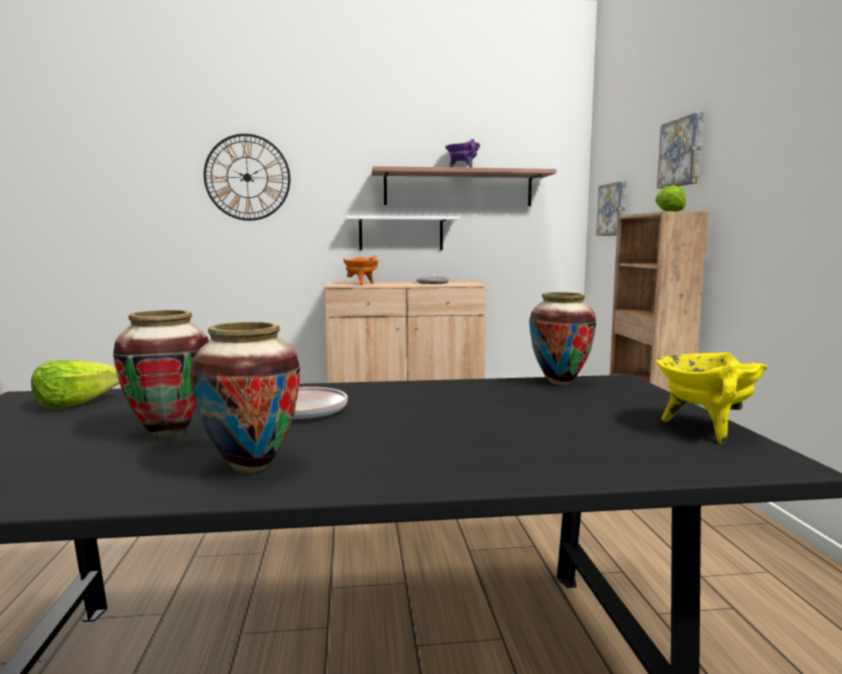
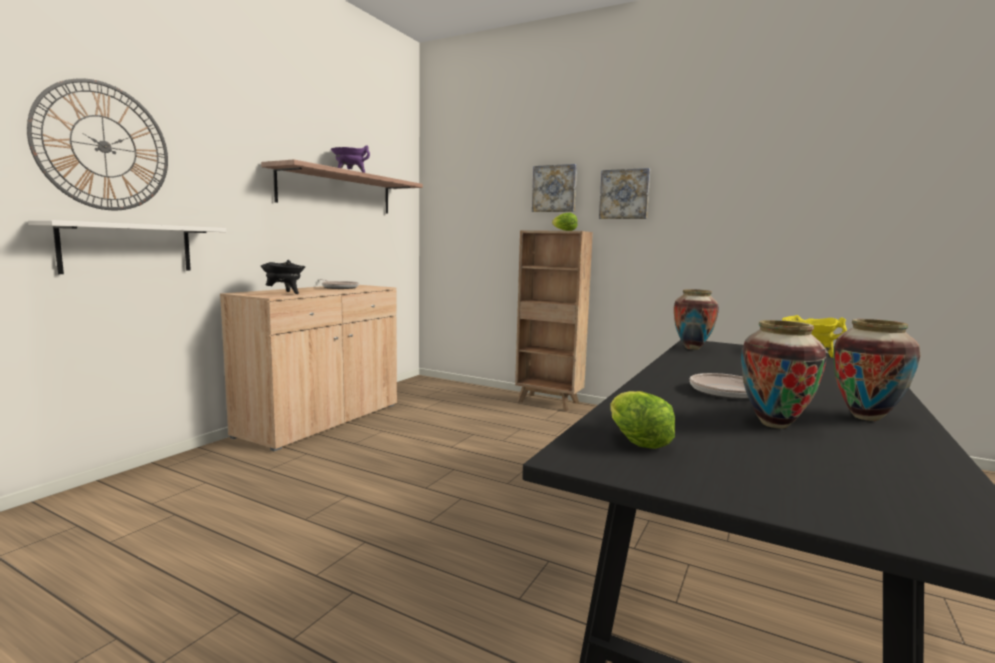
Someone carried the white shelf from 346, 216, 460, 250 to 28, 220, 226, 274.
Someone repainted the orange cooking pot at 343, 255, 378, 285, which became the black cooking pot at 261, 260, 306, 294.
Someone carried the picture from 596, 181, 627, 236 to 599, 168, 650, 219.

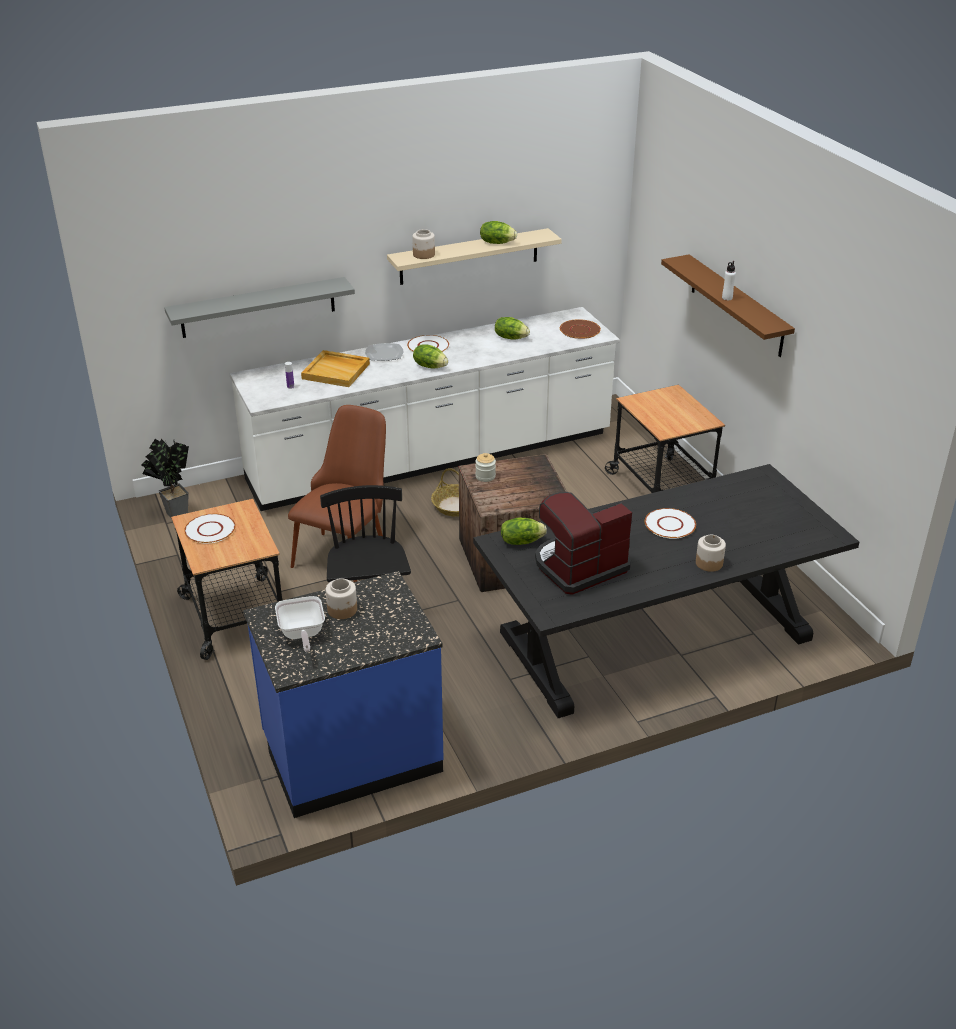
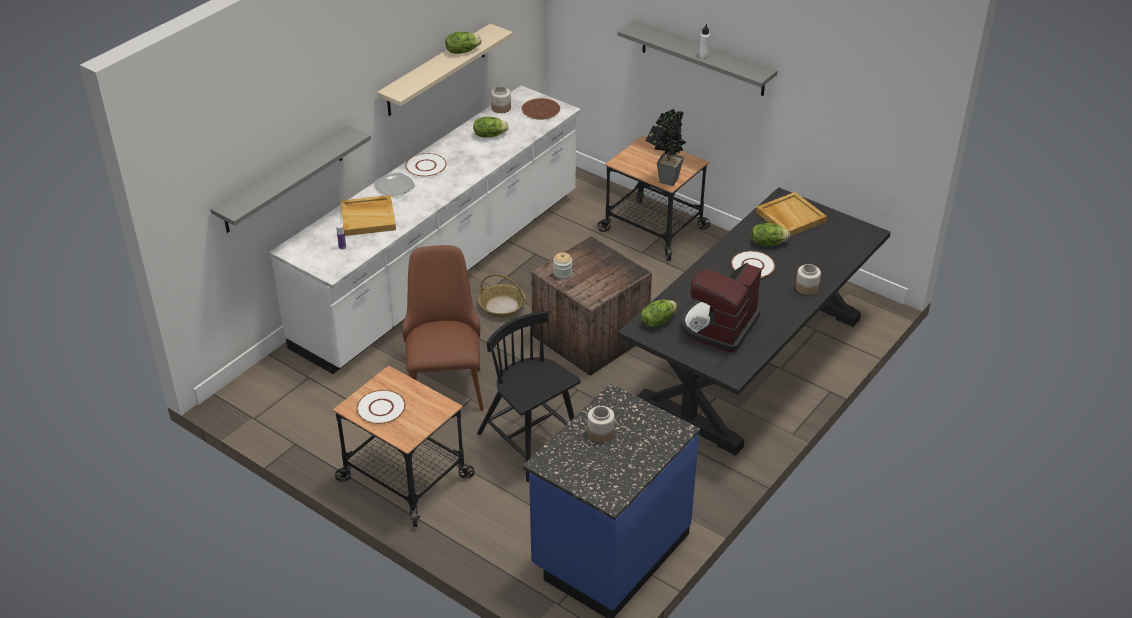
Someone carried the jar from 412, 229, 435, 259 to 491, 86, 511, 113.
Someone repainted the brown shelf at 661, 254, 795, 357, which became the grey shelf at 617, 20, 778, 96.
Someone carried the potted plant from 141, 439, 189, 519 to 645, 109, 686, 186.
Someone carried the lettuce from 413, 345, 448, 368 to 751, 223, 790, 245.
Someone put down the beige tray at 756, 192, 827, 236.
Someone took away the frying pan at 275, 596, 325, 652.

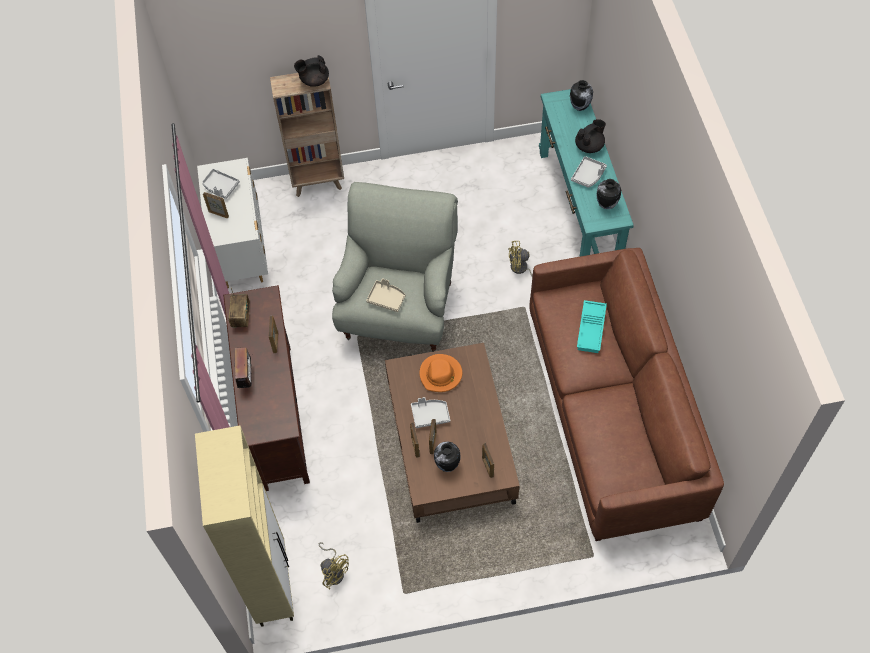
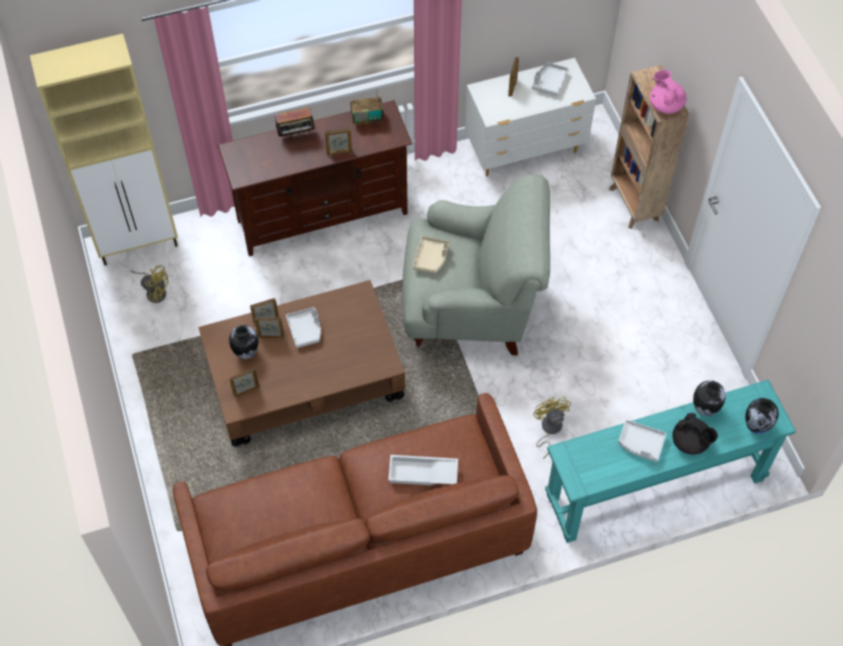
Someone rotated the yellow fan at 319, 542, 349, 589 by 105 degrees counterclockwise.
Someone repainted the turquoise tray at 577, 300, 607, 353, which became the white tray at 388, 455, 458, 485.
Someone repainted the black teapot at 294, 55, 329, 87, which became the pink teapot at 650, 70, 686, 114.
Someone carried the vase from 596, 179, 621, 209 to 693, 380, 726, 416.
Someone took away the orange hat at 419, 354, 462, 392.

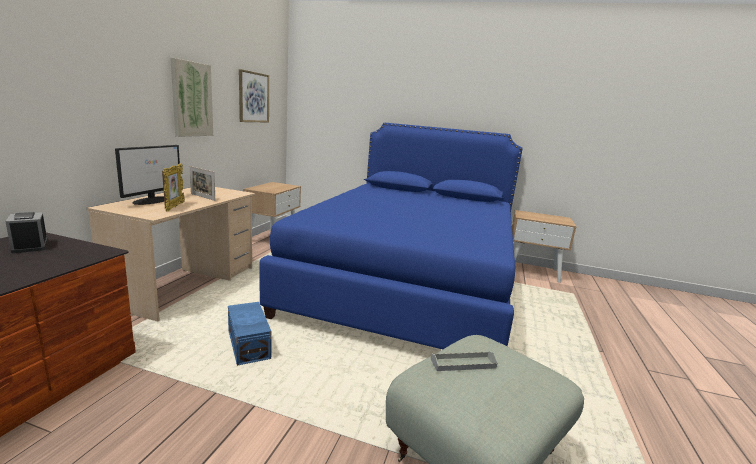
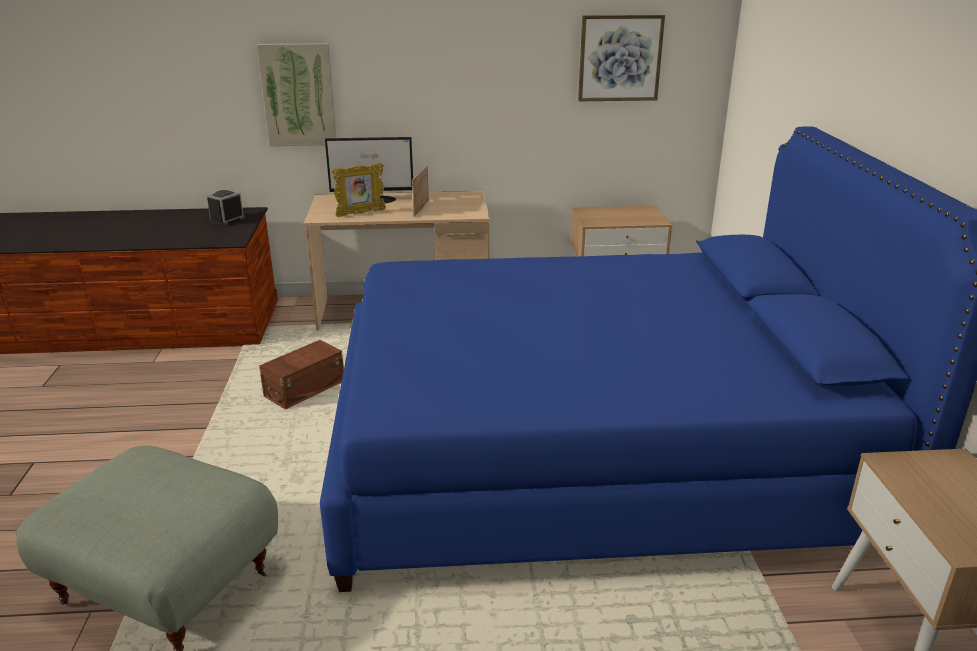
Someone carried the picture from 170, 58, 213, 137 to 257, 43, 337, 146.
Someone repainted the blue storage box at 228, 302, 272, 366, which became the brown storage box at 259, 340, 344, 410.
Someone took away the grey tray at 431, 351, 498, 371.

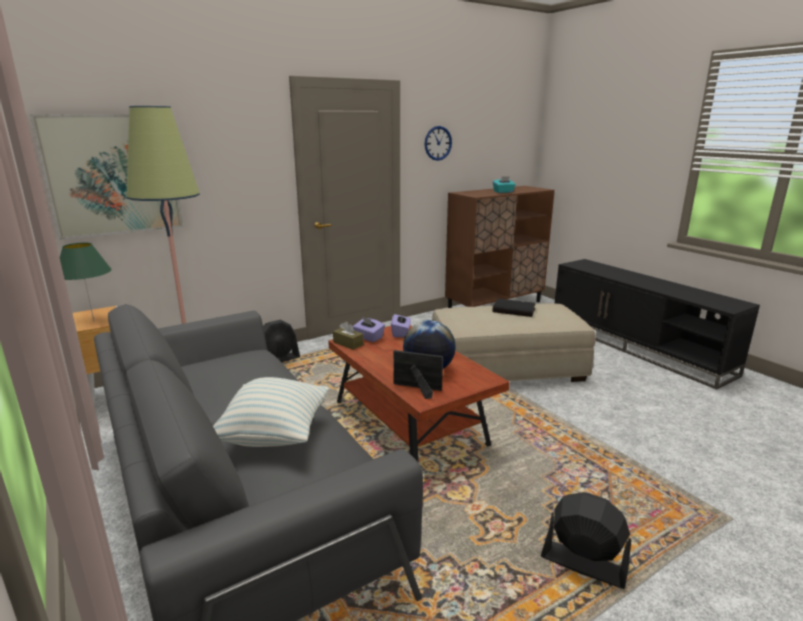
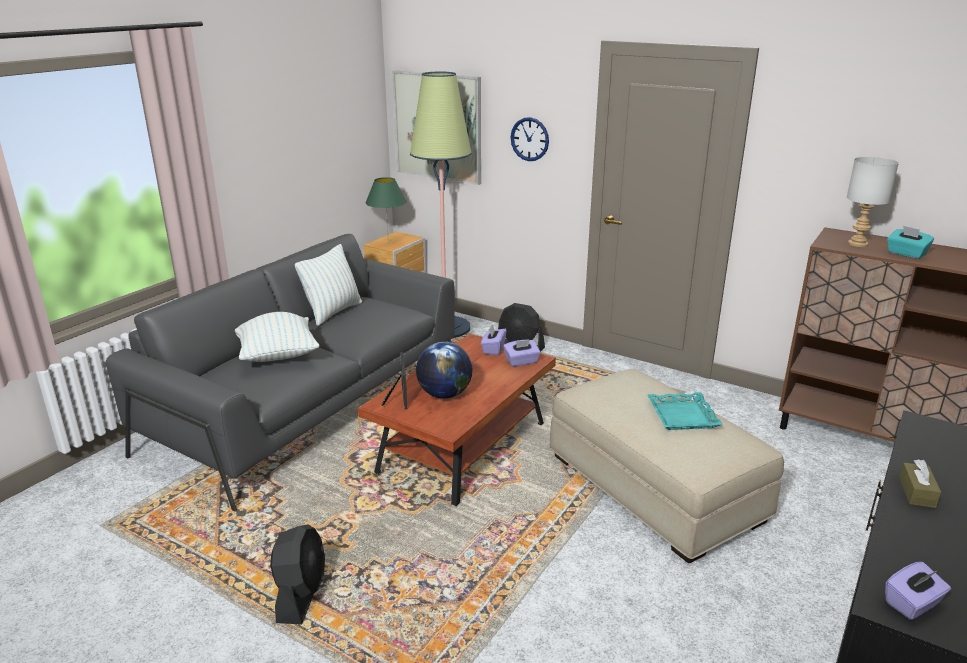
Someone put down the pillow at 295, 244, 362, 326.
Someone carried the wall clock from 425, 126, 452, 161 to 511, 117, 549, 161.
Someone swapped the black book at 492, 299, 536, 317 for the turquoise tray at 647, 392, 723, 430.
Someone put down the grey table lamp at 847, 157, 899, 247.
Someone put down the purple tissue box at 885, 562, 951, 620.
Someone carried the brown tissue box from 333, 321, 364, 350 to 899, 459, 941, 508.

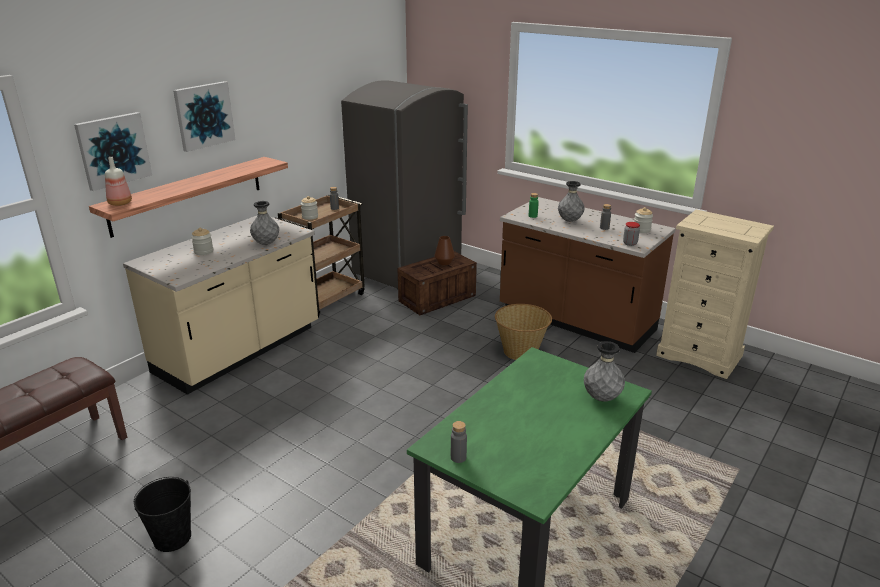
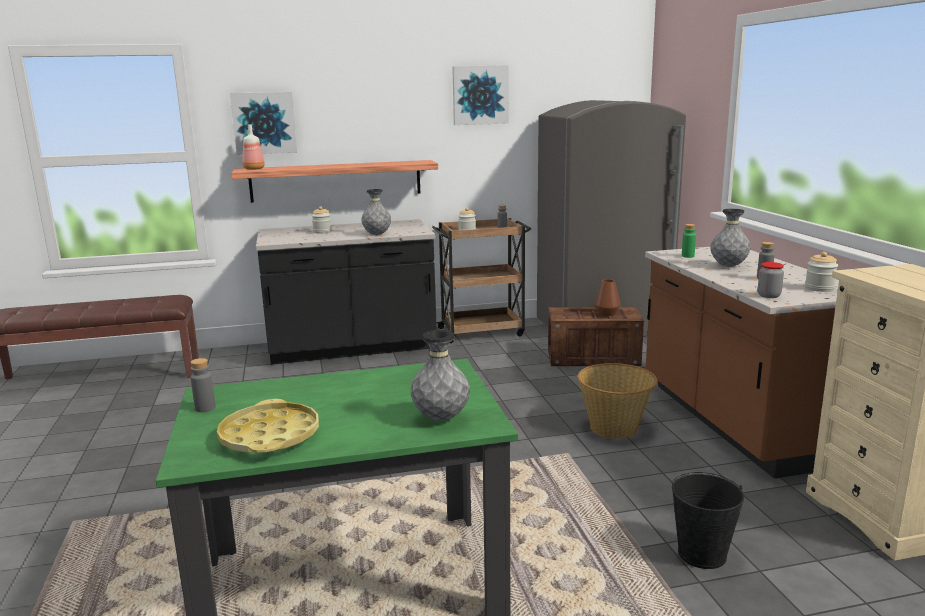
Someone put down the yellow tray at 217, 399, 319, 453.
Someone repainted the beige counter at 123, 216, 318, 395, which became the black counter at 256, 219, 437, 365.
Someone carried the picture from 173, 81, 235, 152 to 452, 65, 509, 125.
Someone carried the black bucket from 134, 477, 191, 552 to 672, 472, 744, 569.

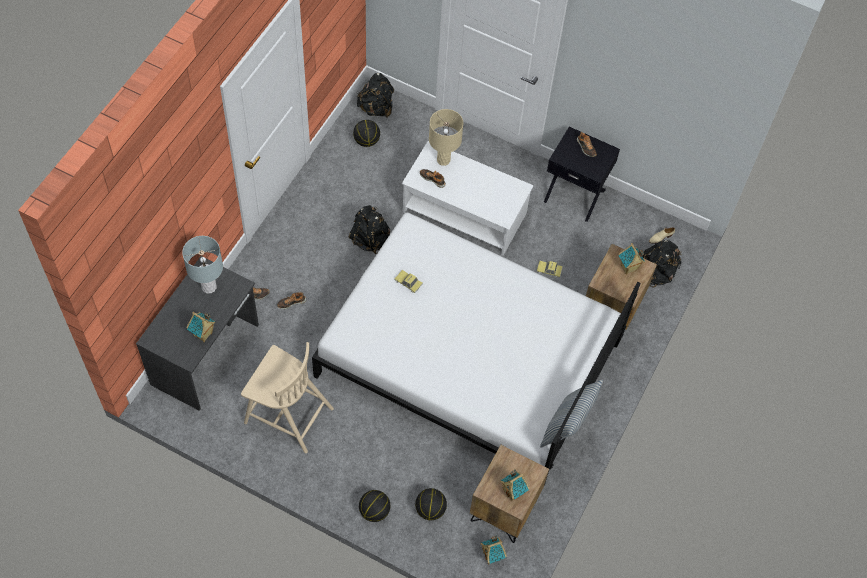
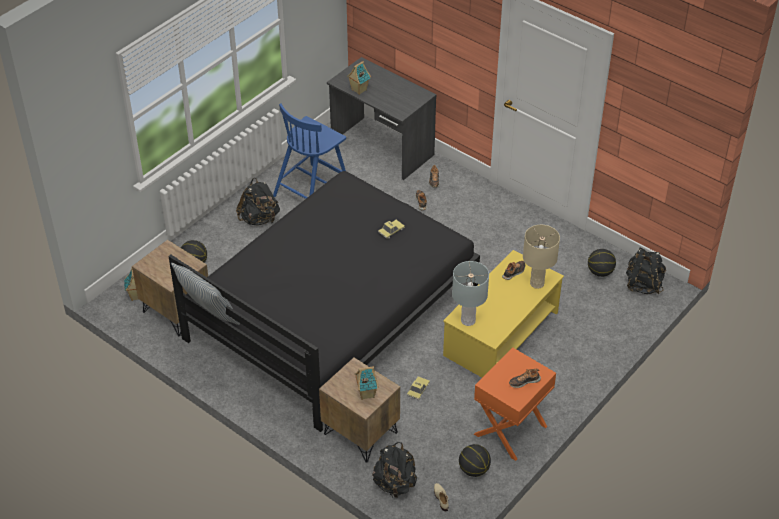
Someone repainted the white bed at 312, 212, 641, 483, which became the black bed at 168, 171, 480, 432.
Someone carried the black backpack from 349, 205, 390, 254 to 236, 178, 280, 225.
Someone repainted the beige chair at 241, 342, 334, 453, which became the blue chair at 273, 104, 346, 199.
Someone repainted the white coffee table at 402, 141, 534, 256, which became the yellow coffee table at 443, 250, 564, 378.
Someone carried the grey table lamp from 182, 236, 223, 294 to 452, 261, 489, 326.
Someone carried the basketball from 359, 490, 390, 522 to 459, 444, 491, 477.
Someone repainted the black nightstand at 544, 127, 620, 222, which became the orange nightstand at 474, 348, 556, 461.
Someone took away the toy house at 500, 469, 530, 501.

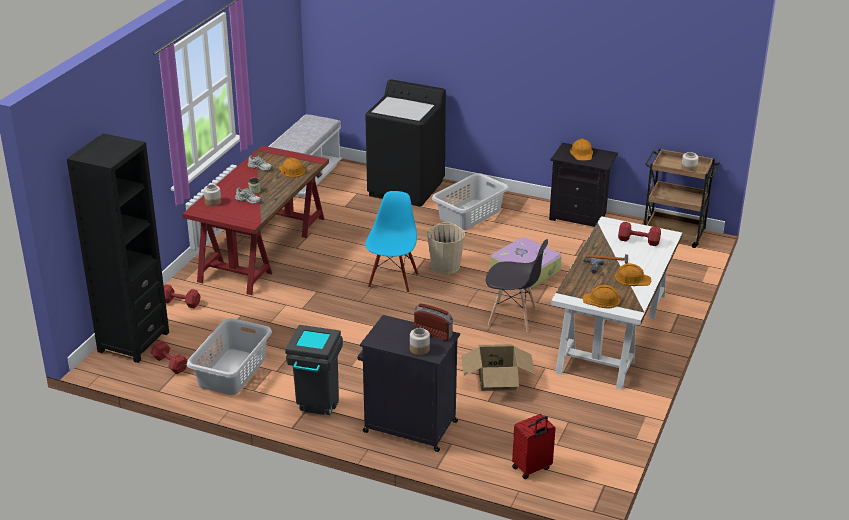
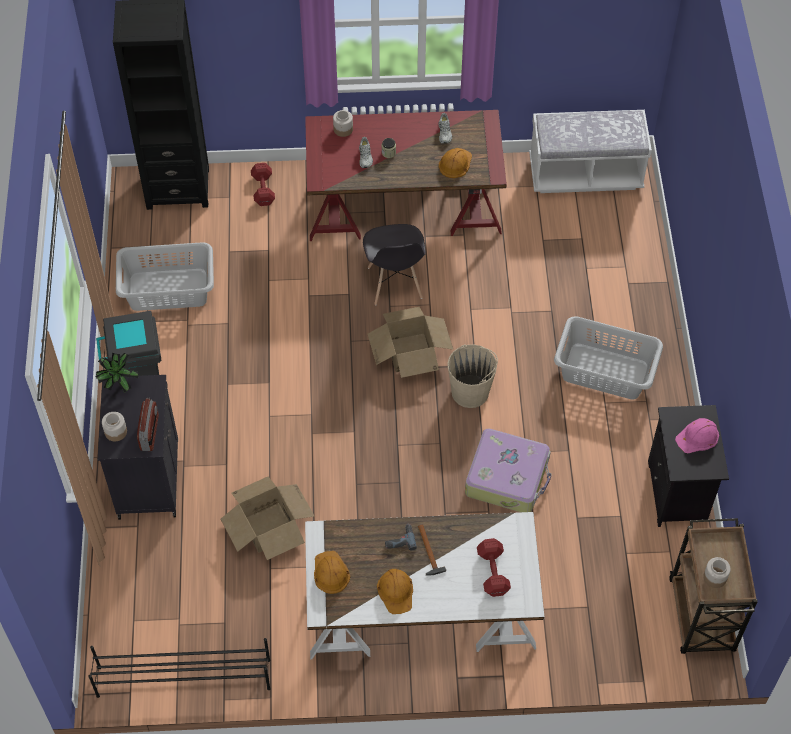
Someone put down the black shoe rack at 88, 638, 271, 698.
Someone put down the potted plant at 95, 353, 138, 393.
Someone carried the grey chair from 486, 239, 548, 332 to 363, 224, 426, 305.
Someone swapped the blue chair at 365, 191, 418, 293 for the cardboard box at 368, 307, 454, 378.
Someone repainted the orange hard hat at 570, 138, 593, 161, which became the pink hard hat at 675, 418, 719, 453.
Someone took away the red dumbbell at 150, 341, 188, 374.
Someone took away the black washing machine at 365, 79, 446, 207.
Someone took away the red suitcase at 512, 414, 556, 479.

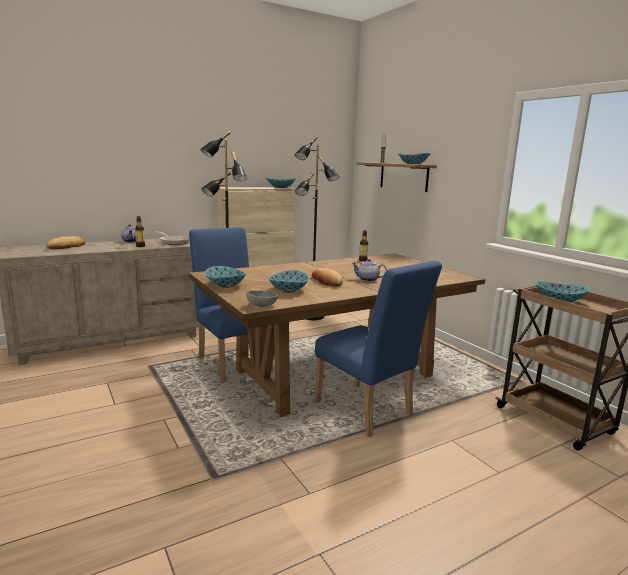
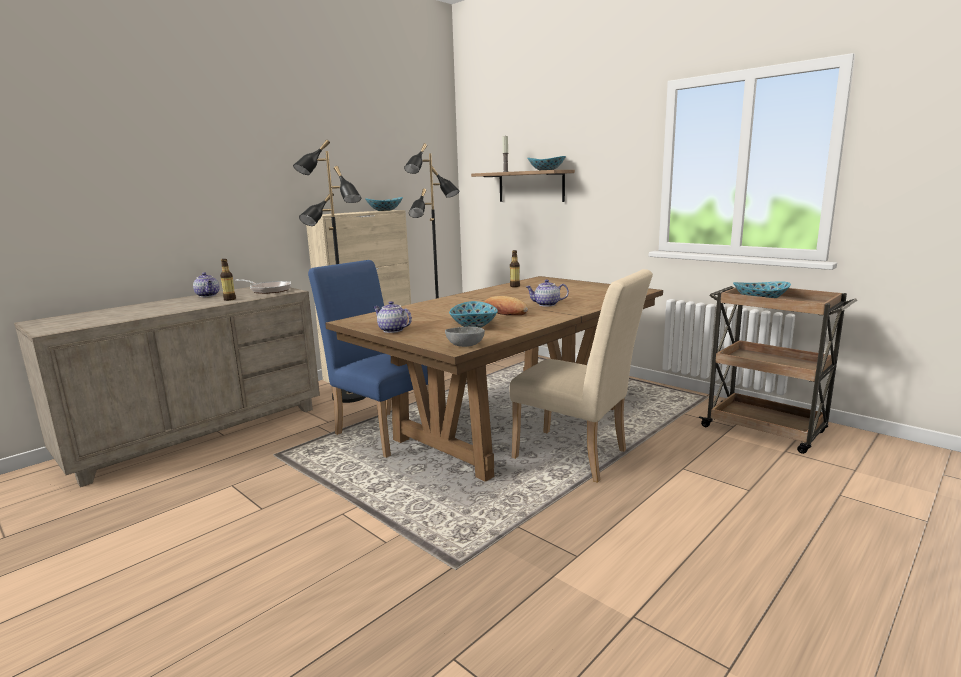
Someone swapped the bowl at 205, 266, 246, 288 for the teapot at 374, 301, 412, 333.
Someone repainted the blue chair at 314, 261, 442, 437, which became the beige chair at 510, 269, 653, 483.
Someone took away the bread at 46, 236, 85, 249.

